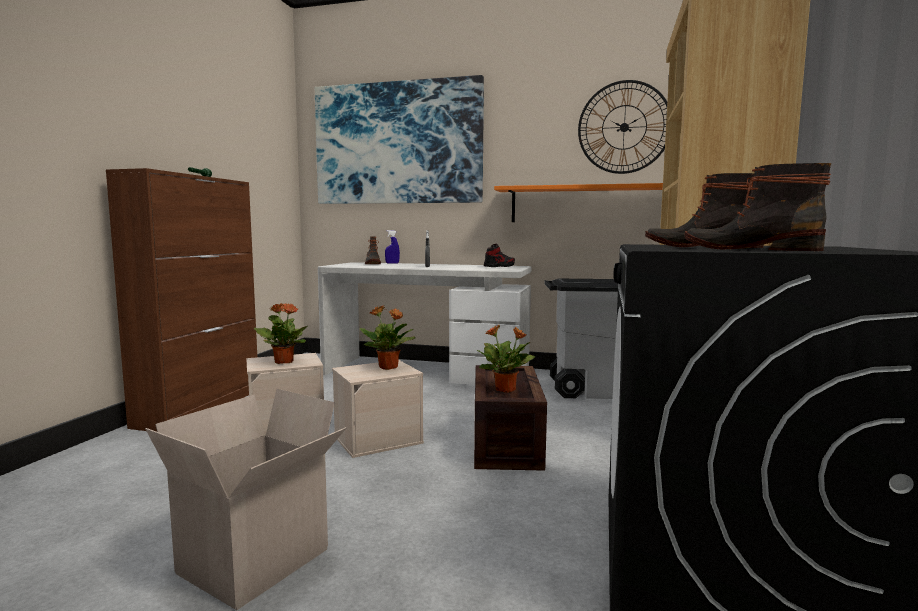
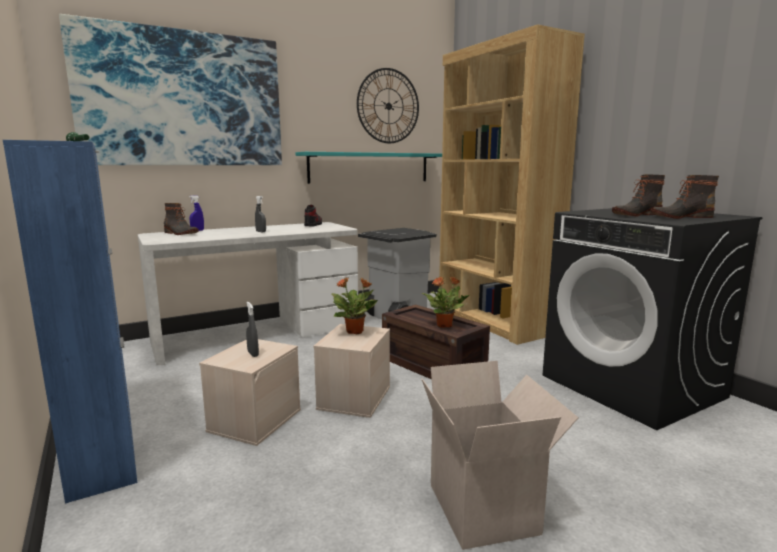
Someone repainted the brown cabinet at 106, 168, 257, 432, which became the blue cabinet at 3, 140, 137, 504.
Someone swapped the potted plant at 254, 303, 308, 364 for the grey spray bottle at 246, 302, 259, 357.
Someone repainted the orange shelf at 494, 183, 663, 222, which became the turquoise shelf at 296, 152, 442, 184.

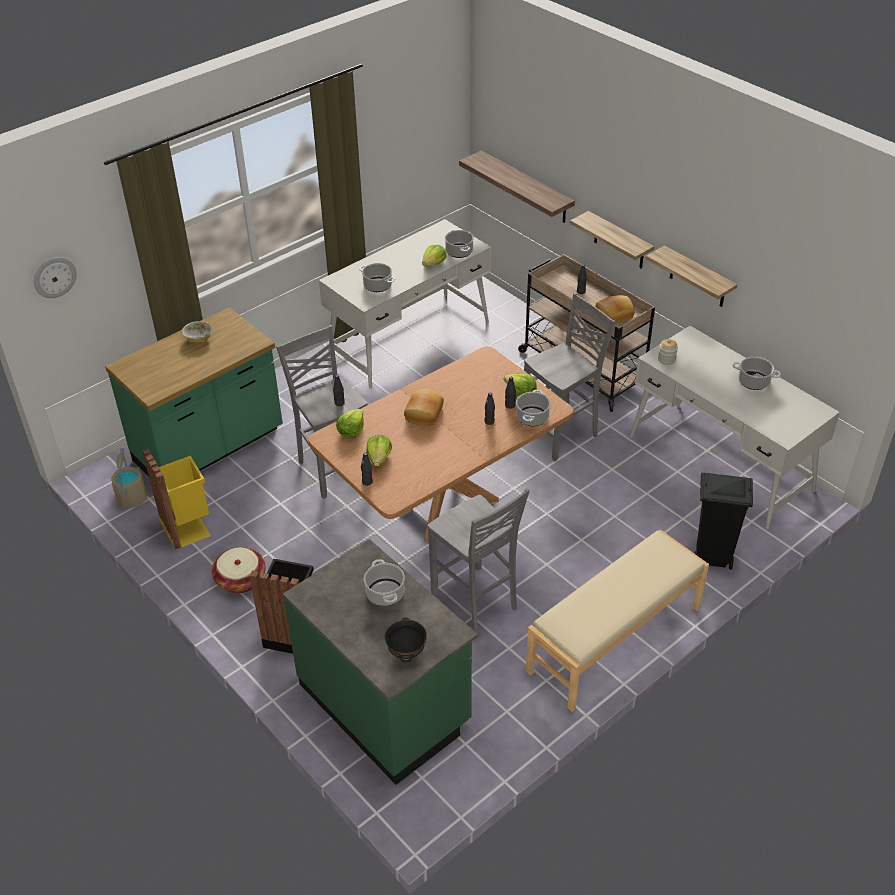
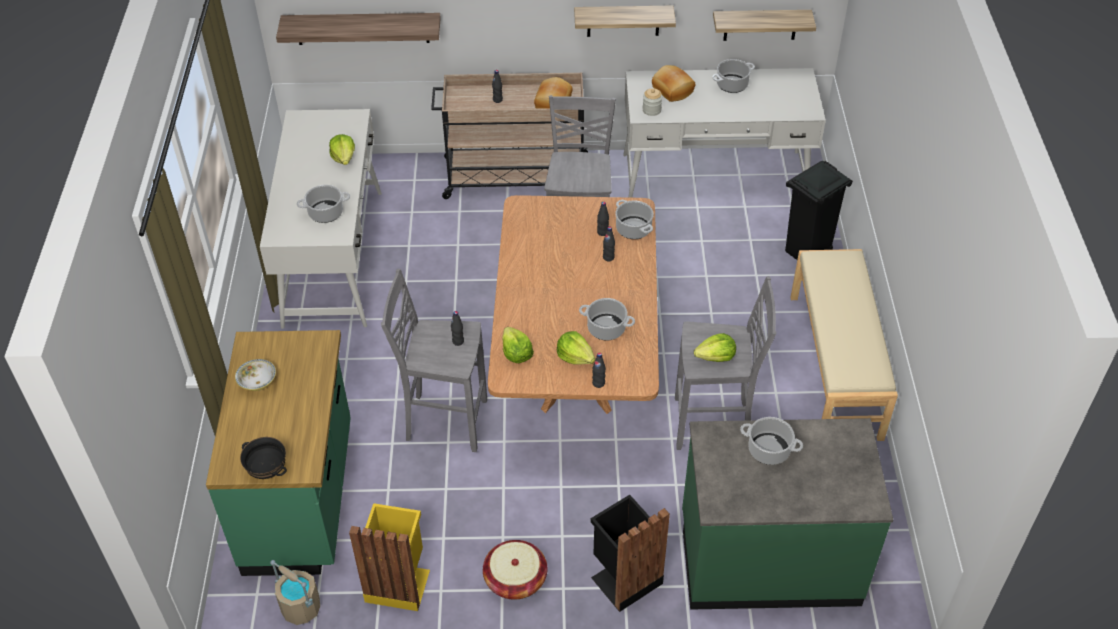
Someone carried the black bowl from 385, 617, 427, 662 to 240, 437, 287, 479.
Someone carried the cooking pot from 445, 229, 474, 258 to 579, 298, 635, 340.
Someone carried the bread from 404, 388, 444, 426 to 652, 65, 695, 102.
Someone carried the lettuce from 504, 374, 537, 396 to 694, 333, 736, 362.
Someone carried the shelf from 570, 211, 654, 269 to 713, 10, 816, 41.
Someone took away the wall clock at 34, 257, 77, 298.

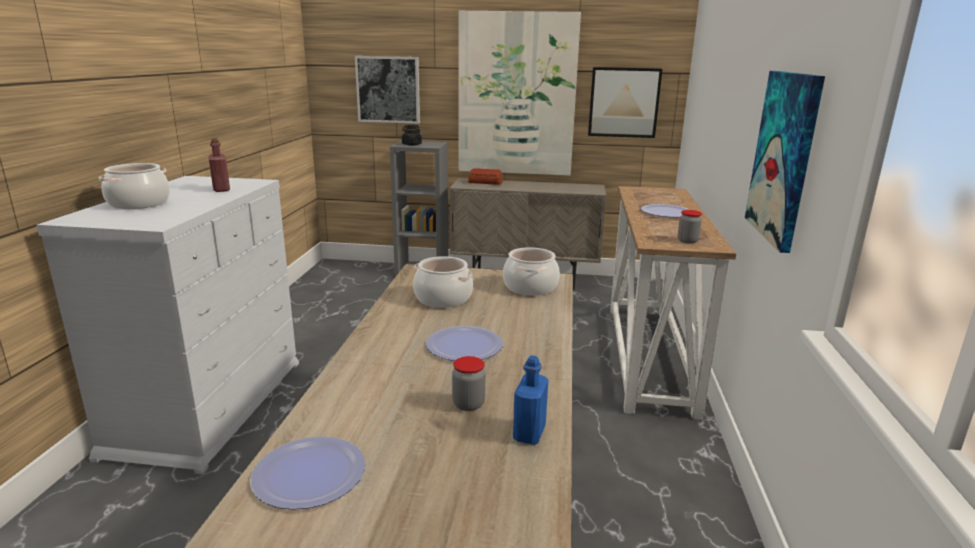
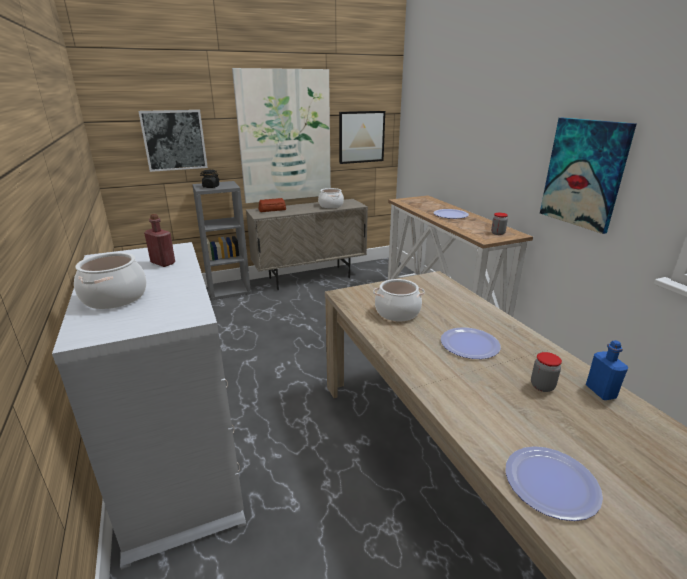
Someone carried the cooking pot from 503, 247, 560, 296 to 318, 188, 344, 208.

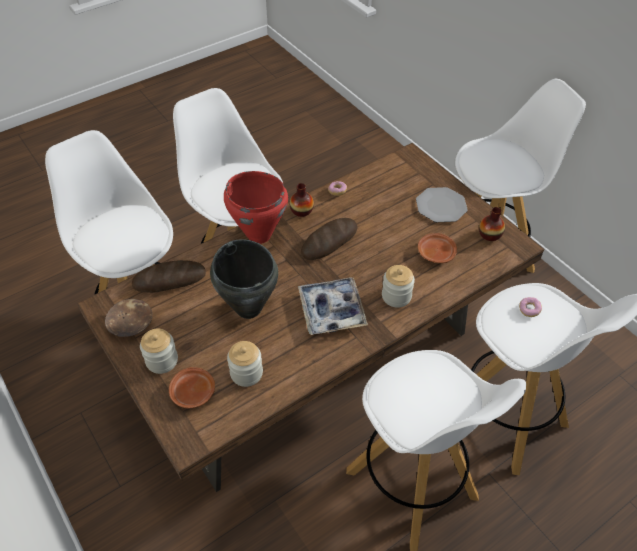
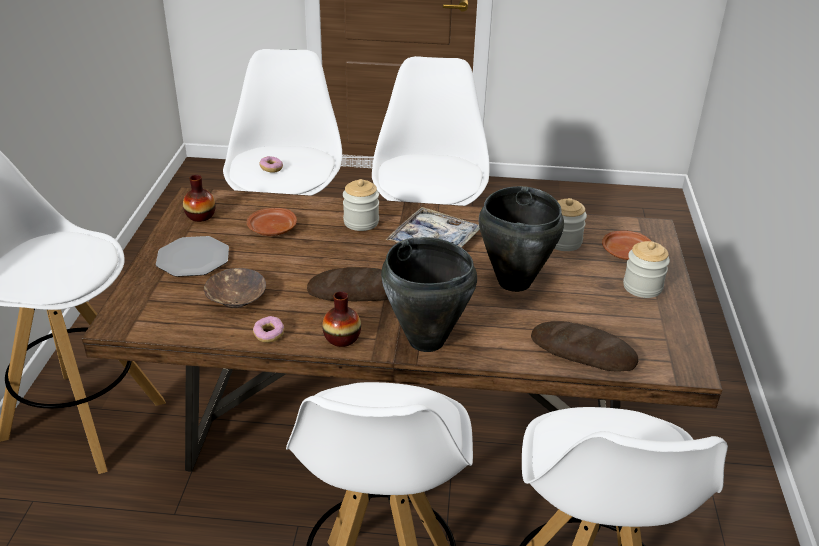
Someone carried the brown bowl from 105, 299, 152, 337 to 204, 268, 266, 308.
Someone repainted the red cooking pot at 224, 171, 288, 244, which became the black cooking pot at 381, 237, 477, 352.

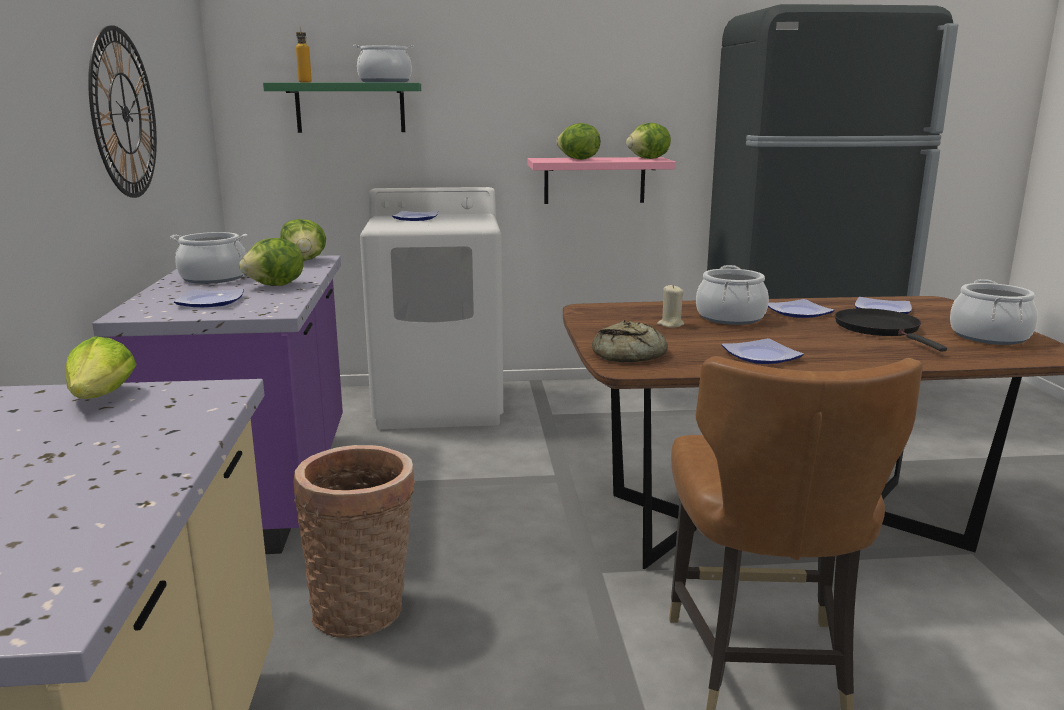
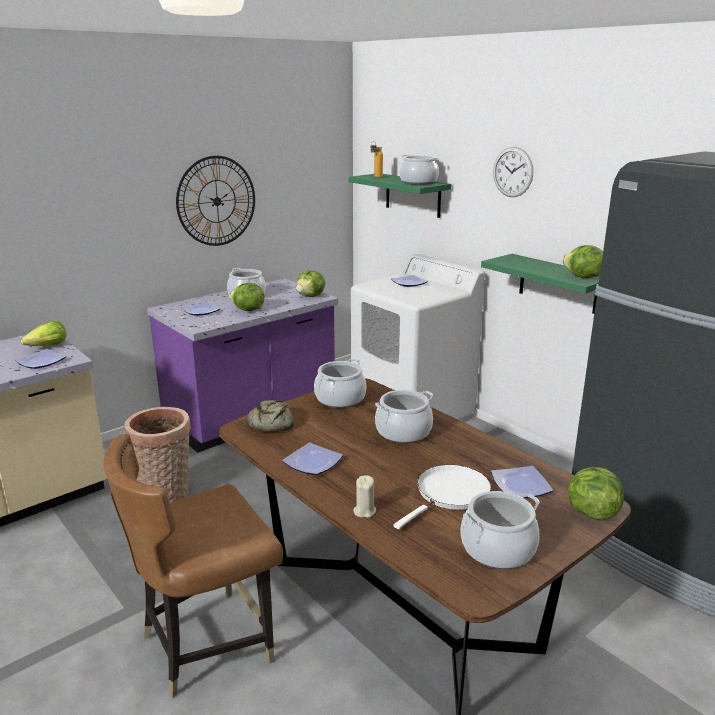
Someone carried the plate from 768, 299, 835, 318 to 15, 349, 66, 369.
Someone put down the cooking pot at 314, 358, 366, 408.
Someone carried the beige candle from 657, 285, 684, 327 to 353, 475, 376, 518.
Someone repainted the black frying pan at 835, 308, 947, 351, which became the white frying pan at 394, 465, 491, 529.
Someone repainted the pink shelf at 528, 157, 676, 204, which became the green shelf at 481, 254, 600, 314.
Someone put up the wall clock at 493, 147, 533, 197.
Someone carried the lettuce from 557, 123, 600, 160 to 568, 467, 624, 520.

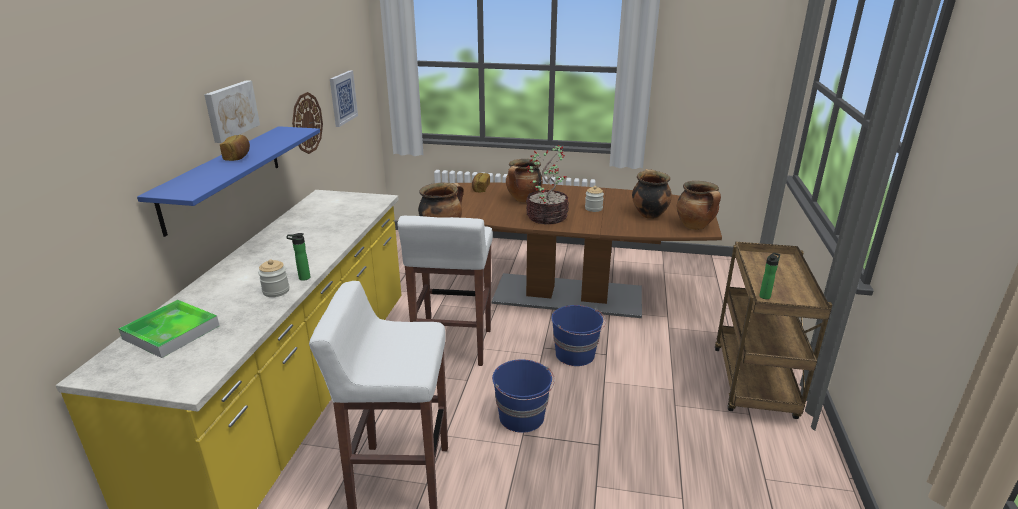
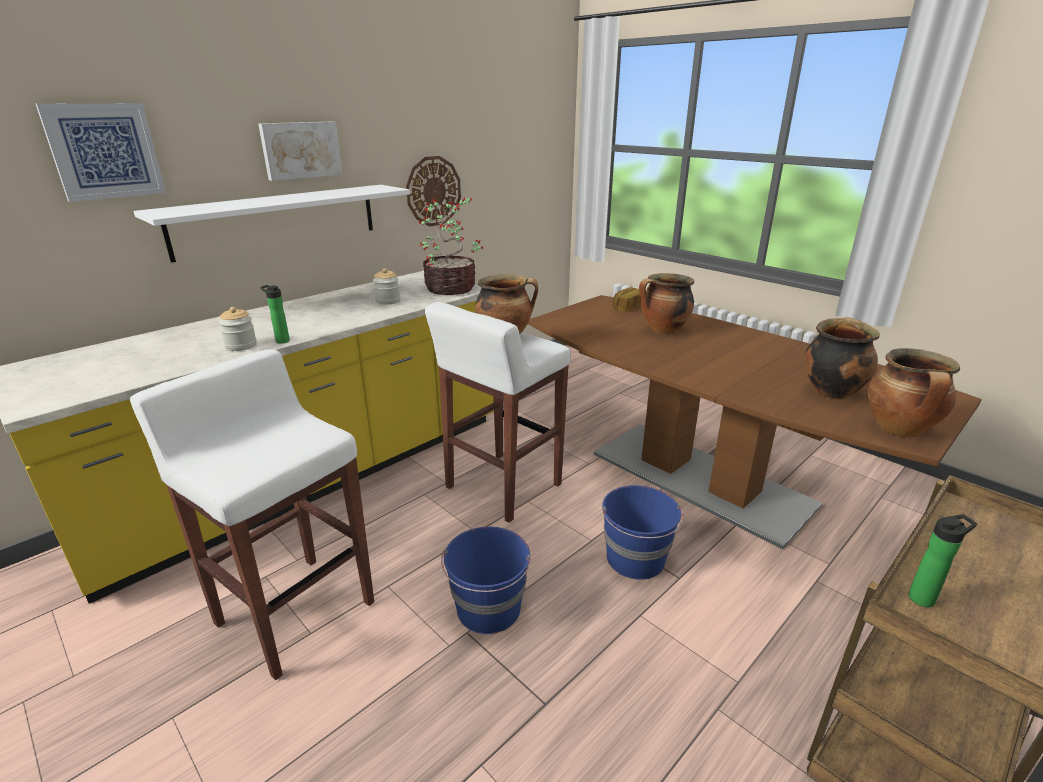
Someone carried the picture from 330, 70, 358, 127 to 35, 103, 166, 202.
Someone repainted the blue shelf at 137, 126, 320, 237, which became the white shelf at 134, 185, 410, 263.
Someone carried the jar from 585, 186, 604, 212 to 373, 268, 400, 305.
Someone carried the potted plant from 526, 145, 569, 224 to 418, 197, 483, 295.
Someone took away the tray at 119, 300, 220, 358.
Someone took away the bread at 220, 135, 250, 161.

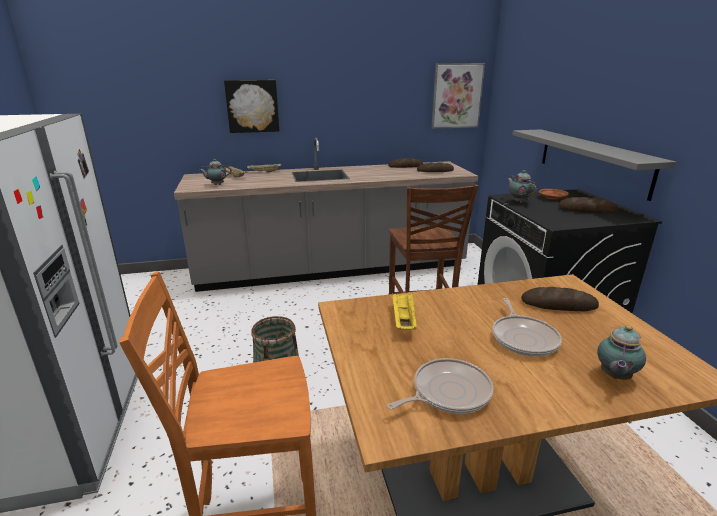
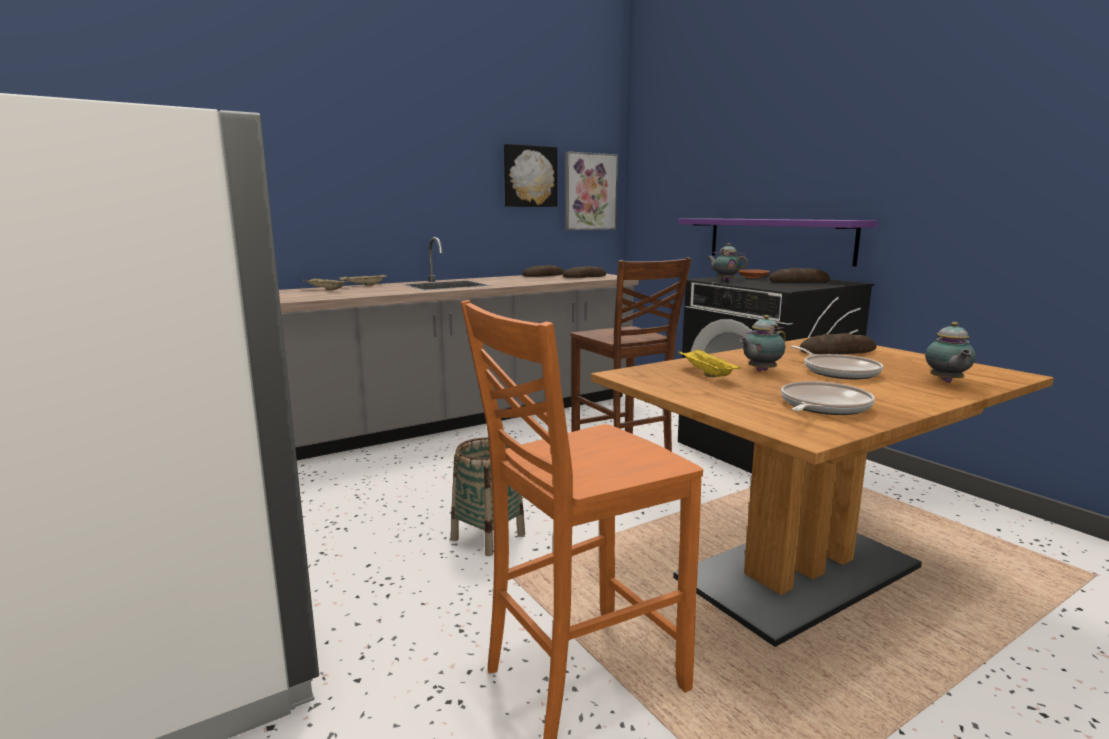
Someone carried the picture from 224, 80, 279, 133 to 504, 144, 557, 207.
Someone repainted the grey shelf at 512, 129, 676, 201, which became the purple shelf at 678, 218, 878, 266.
Someone carried the teapot from 199, 159, 232, 185 to 740, 315, 786, 372.

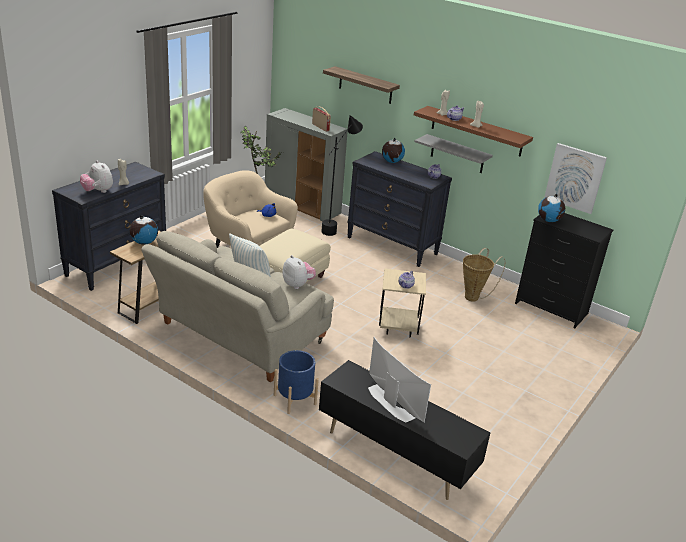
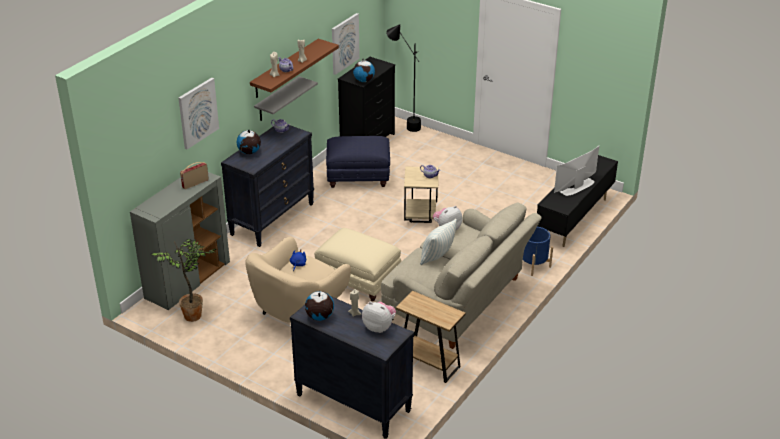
Someone swapped the shelf at 323, 66, 400, 104 for the picture at 178, 78, 219, 149.
Someone carried the globe from 130, 215, 158, 245 to 305, 291, 334, 321.
Someone swapped the basket at 463, 248, 505, 302 for the blue ottoman at 326, 136, 390, 188.
Someone rotated the plush toy at 80, 160, 113, 193 by 105 degrees counterclockwise.
Someone carried the black floor lamp from 321, 115, 363, 236 to 386, 24, 421, 132.

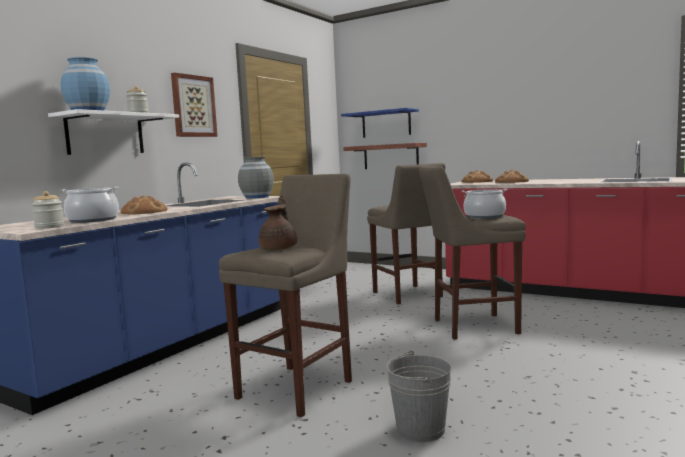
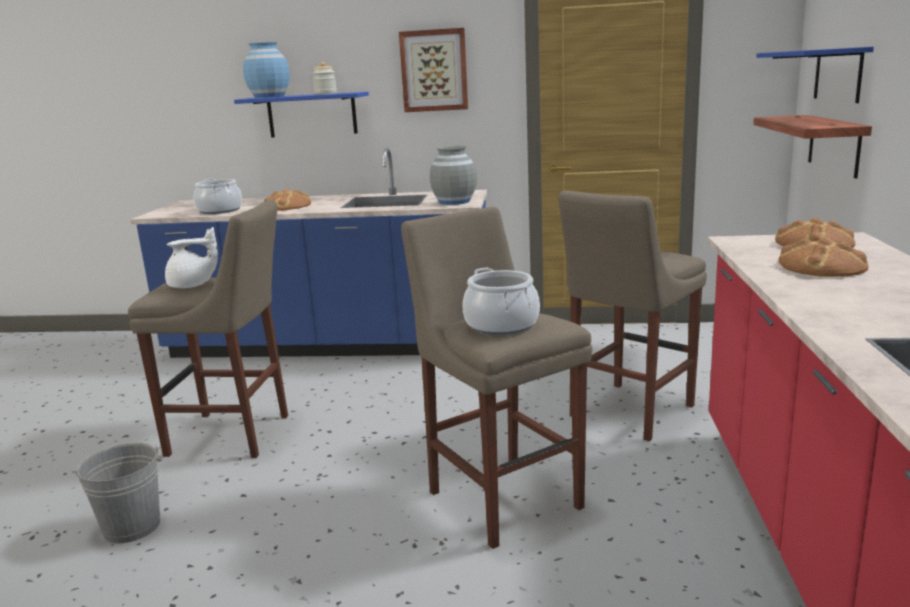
Someone repainted the brown teapot at 259, 195, 297, 250, which became the white teapot at 165, 227, 218, 288.
Someone repainted the white shelf at 48, 109, 179, 155, which became the blue shelf at 234, 92, 369, 138.
Someone took away the jar at 32, 191, 64, 229.

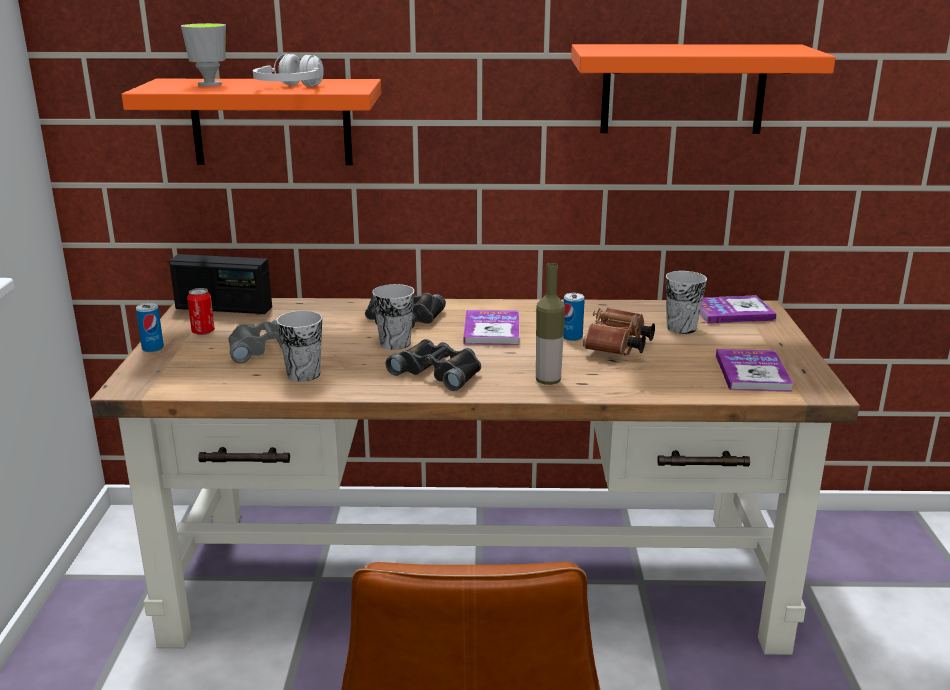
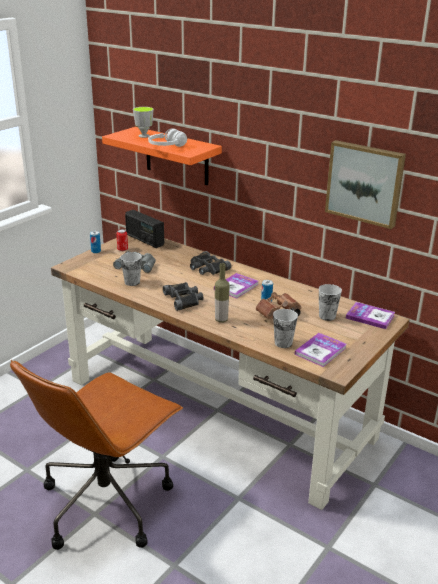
Someone carried the cup from 372, 284, 415, 350 to 273, 309, 298, 348.
Someone swapped the orange shelf at 571, 44, 836, 134 for the picture at 325, 140, 406, 229.

